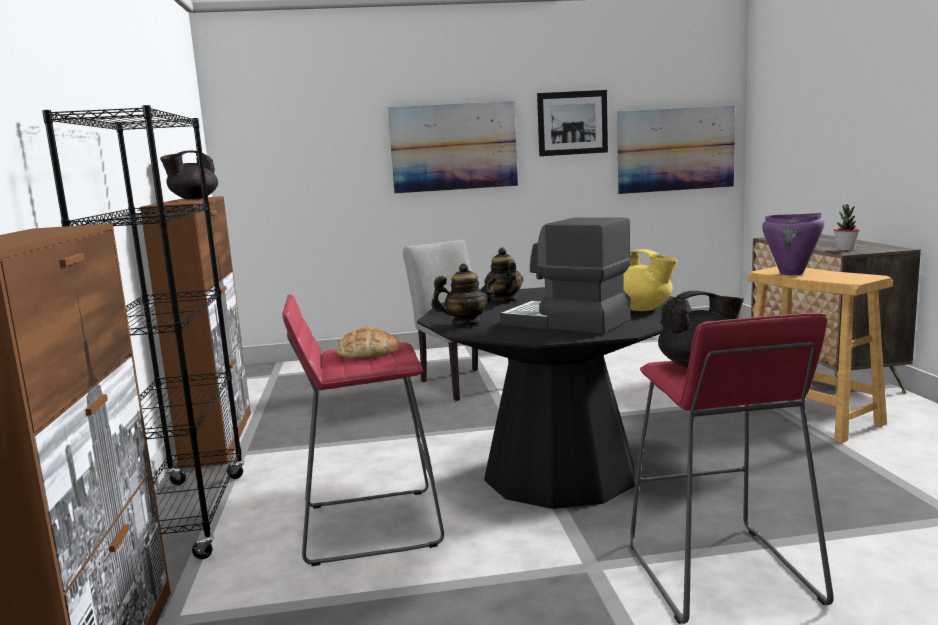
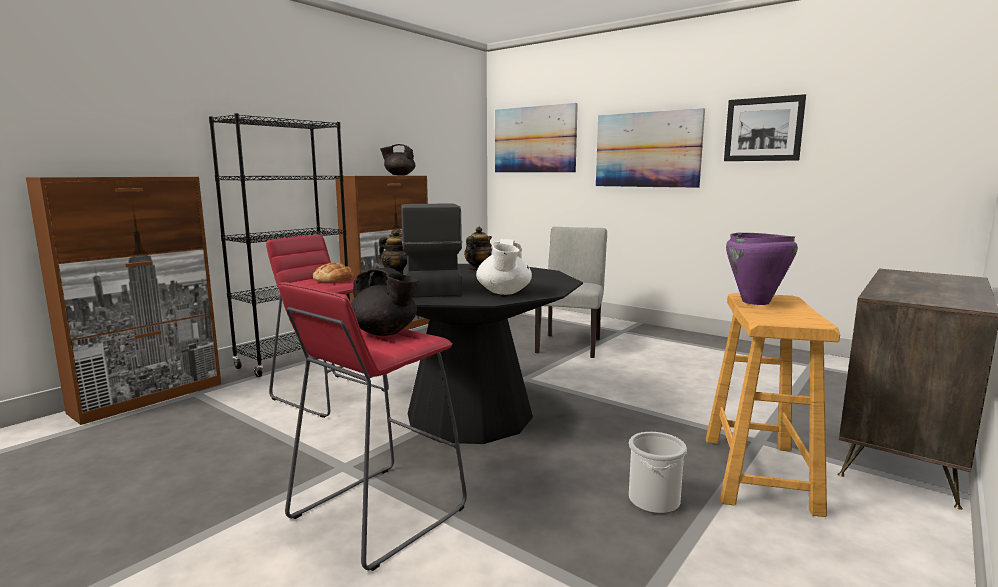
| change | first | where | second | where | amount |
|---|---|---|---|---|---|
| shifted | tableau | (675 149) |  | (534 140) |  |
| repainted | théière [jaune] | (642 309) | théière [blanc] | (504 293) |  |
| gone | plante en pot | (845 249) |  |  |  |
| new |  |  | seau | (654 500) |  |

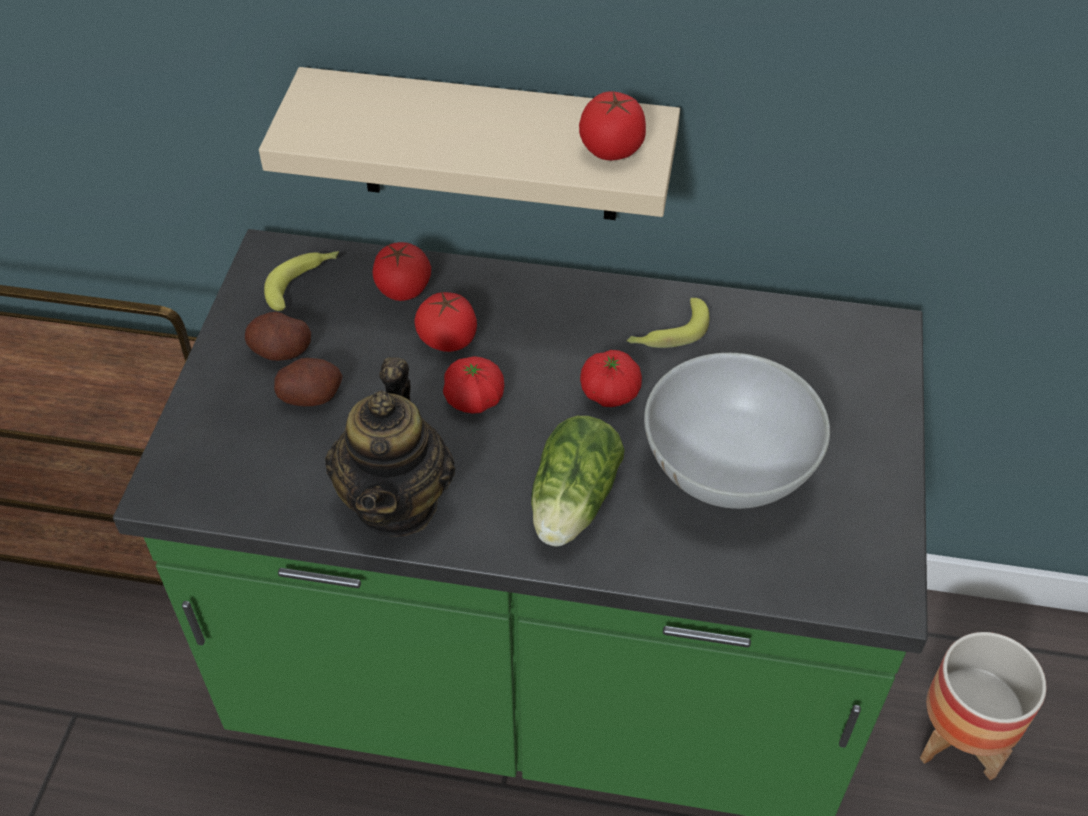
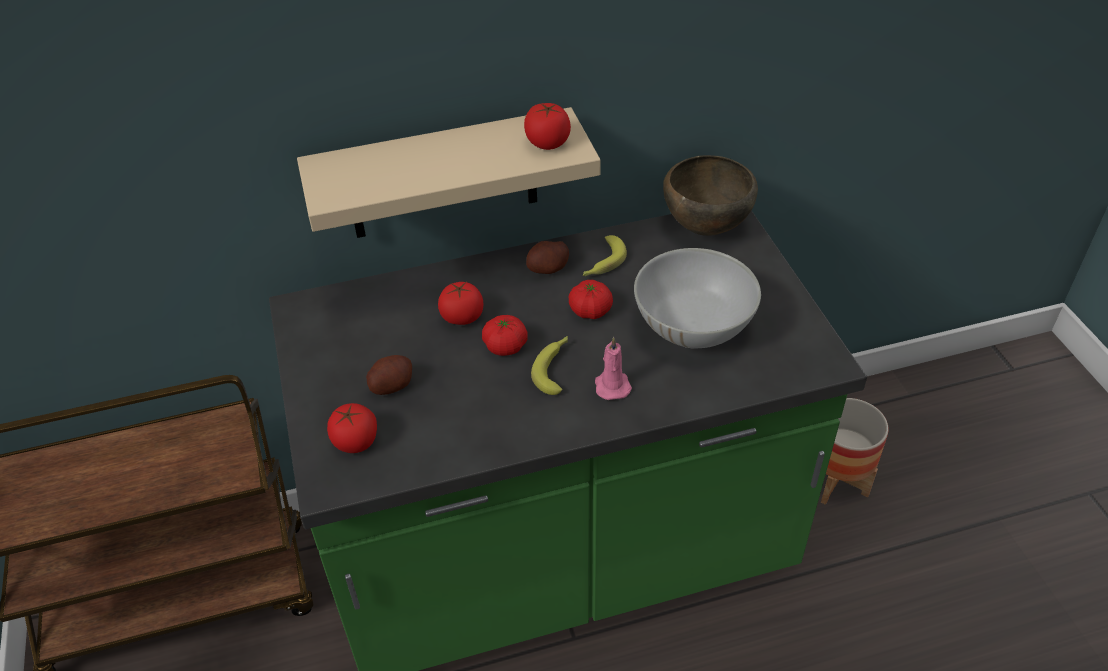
| change | first | where | second | where | amount |
|---|---|---|---|---|---|
| shifted | pomme de terre | (281 351) |  | (548 268) |  |
| shifted | banane | (303 283) |  | (555 368) |  |
| gone | théière | (397 502) |  |  |  |
| shifted | tomate | (403 289) |  | (355 441) |  |
| swapped | laitue | (571 505) | bougie [rose] | (612 385) |  |
| new |  |  | bol [marron] | (704 229) |  |

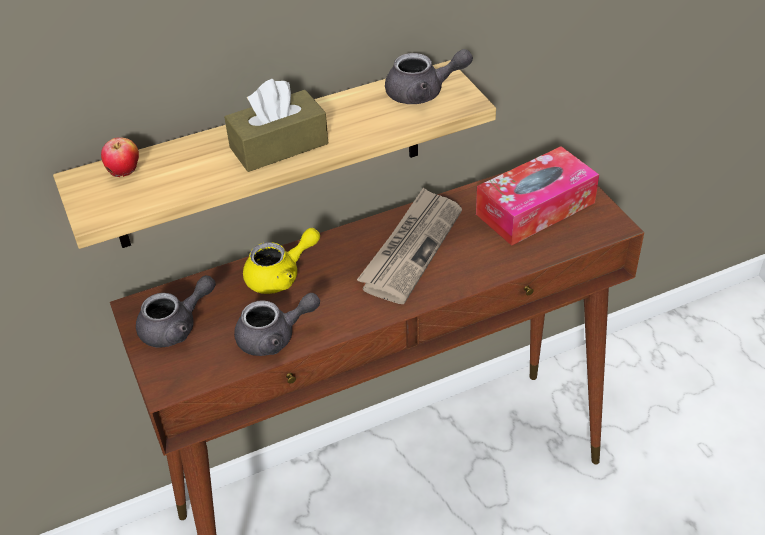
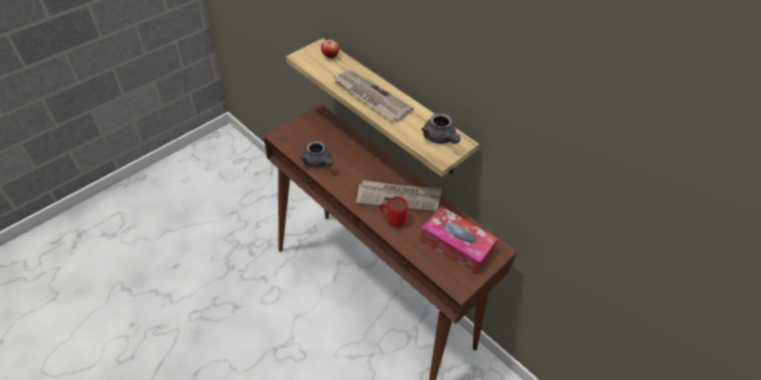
| change | first | where | second | where | amount |
|---|---|---|---|---|---|
| gone | théière [gris] | (176 327) |  |  |  |
| swapped | boîte à mouchoirs [marron] | (279 145) | journal | (370 97) |  |
| gone | théière [jaune] | (280 276) |  |  |  |
| new |  |  | mug [rouge] | (392 220) |  |

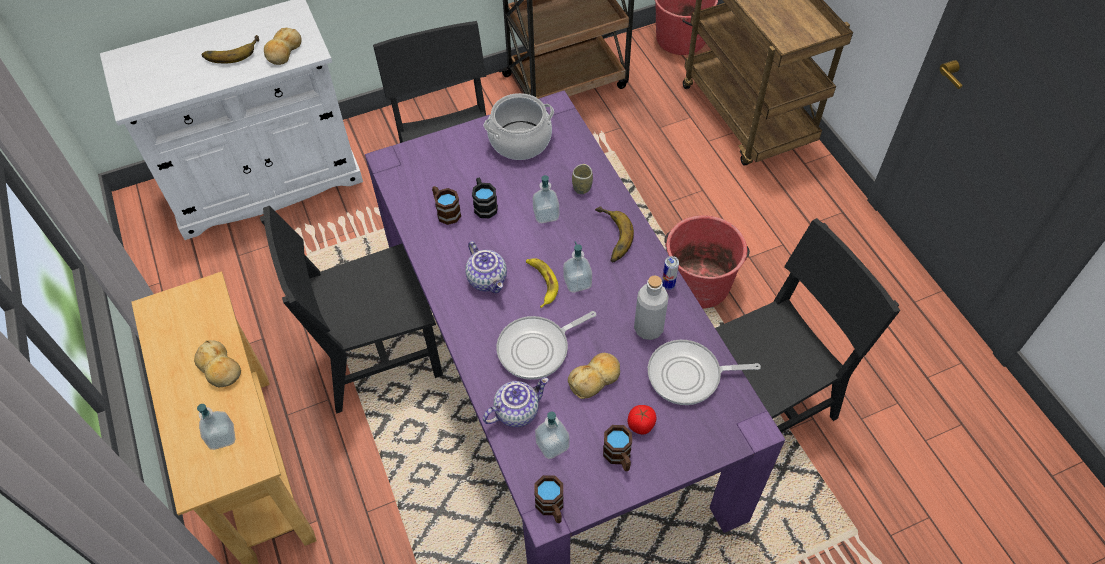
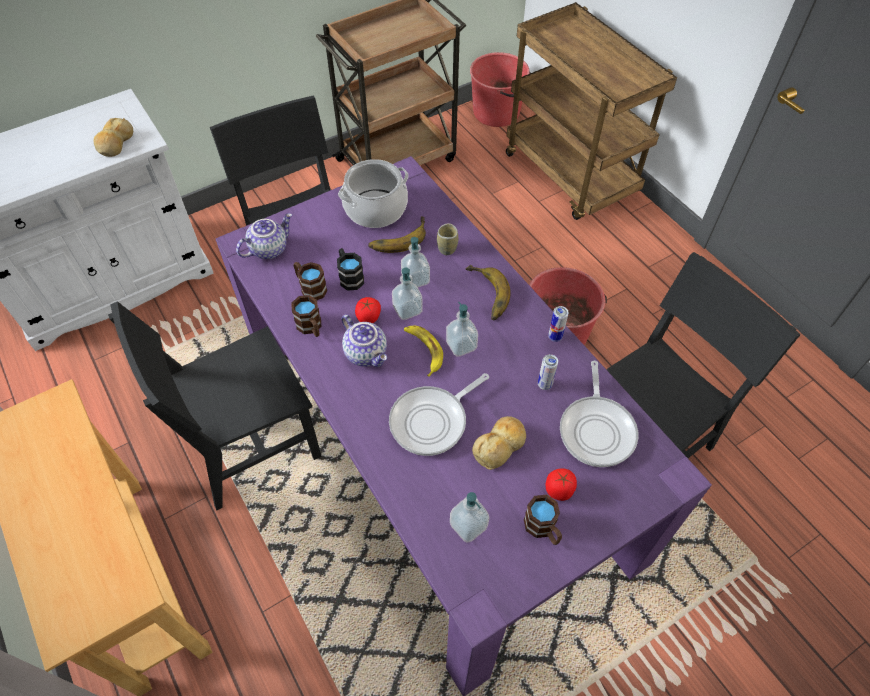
| change | first | where | second | where | amount |
|---|---|---|---|---|---|
| gone | pain | (219 369) |  |  |  |
| shifted | distributeur de savon | (222 437) |  | (407 309) |  |
| shifted | banane | (231 51) |  | (397 237) |  |
| shifted | théière | (516 411) |  | (268 249) |  |
| shifted | mug [marron] | (551 507) |  | (311 328) |  |
| swapped | bouteille [gris] | (648 328) | boîte métallique | (544 384) |  |
| rotated | poêle | (688 375) |  | (597 429) | 75 degrees counterclockwise |
| new |  |  | tomate | (368 317) |  |

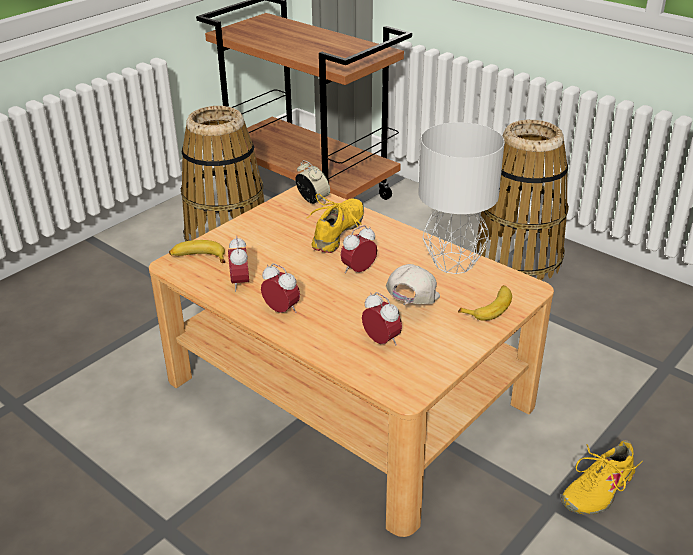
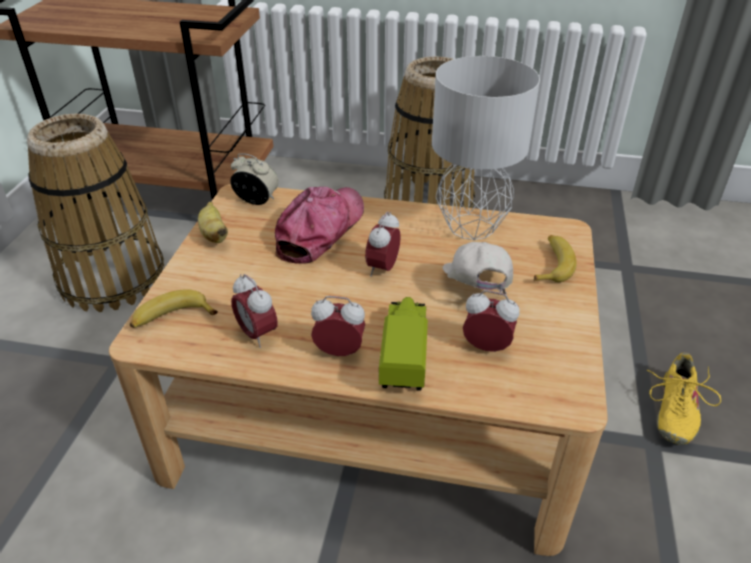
| change | first | where | second | where | amount |
|---|---|---|---|---|---|
| swapped | chaussure [jaune] | (338 233) | casquette | (320 230) |  |
| new |  |  | banane | (214 235) |  |
| new |  |  | camion jouet | (404 355) |  |

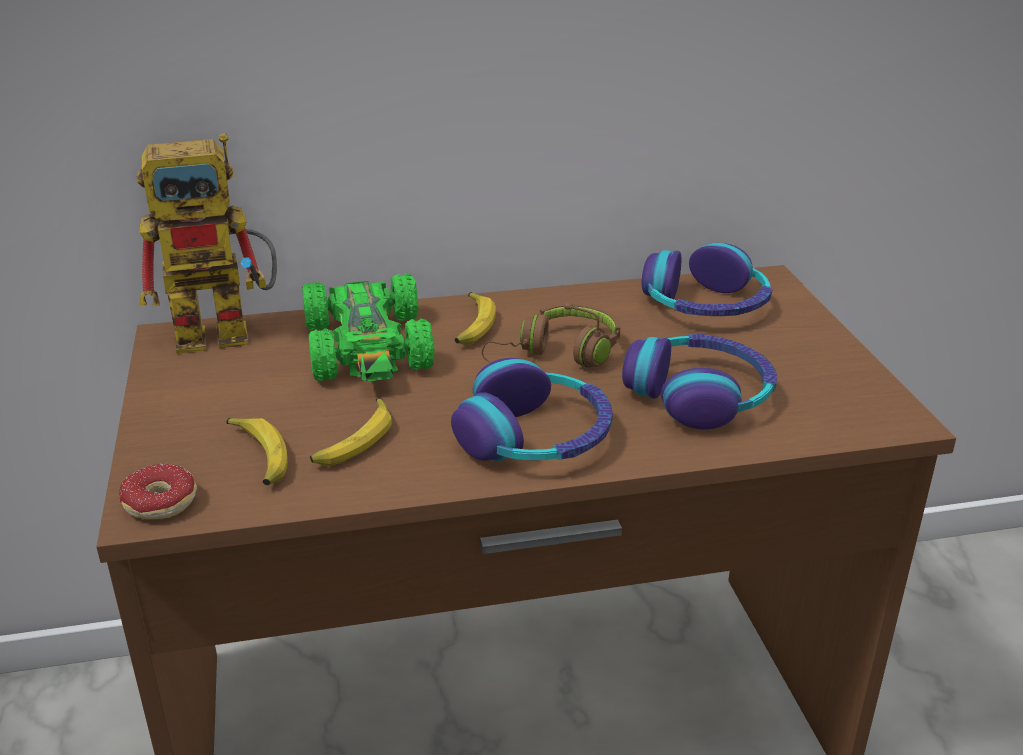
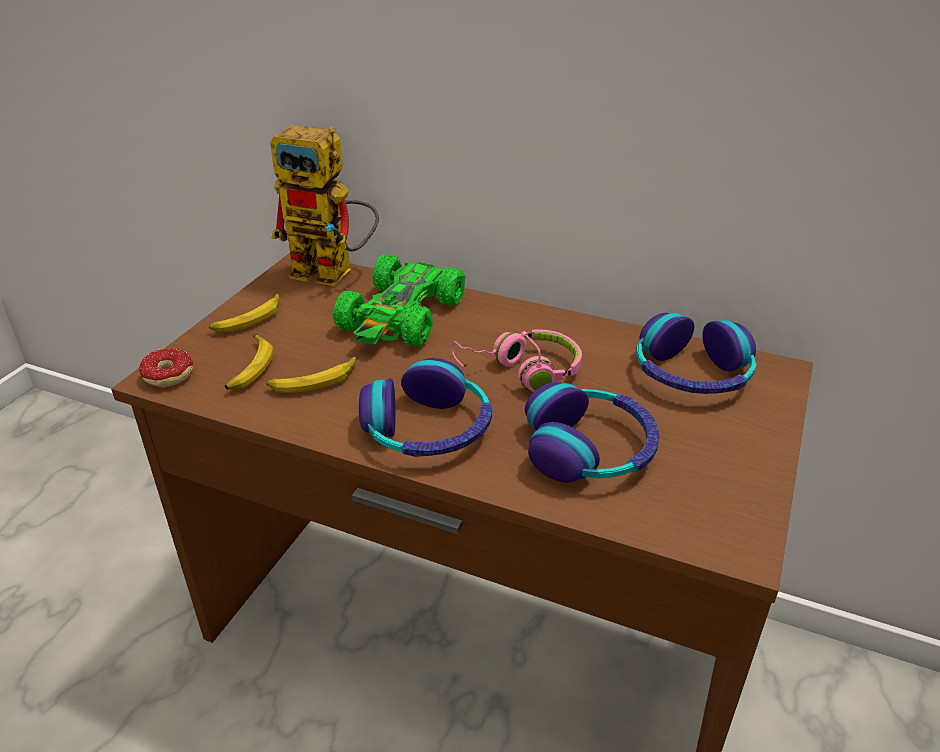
| change | first | where | second | where | amount |
|---|---|---|---|---|---|
| shifted | banane | (472 326) |  | (249 319) |  |
| repainted | casque audio [marron] | (558 355) | casque audio [rose] | (521 371) |  |

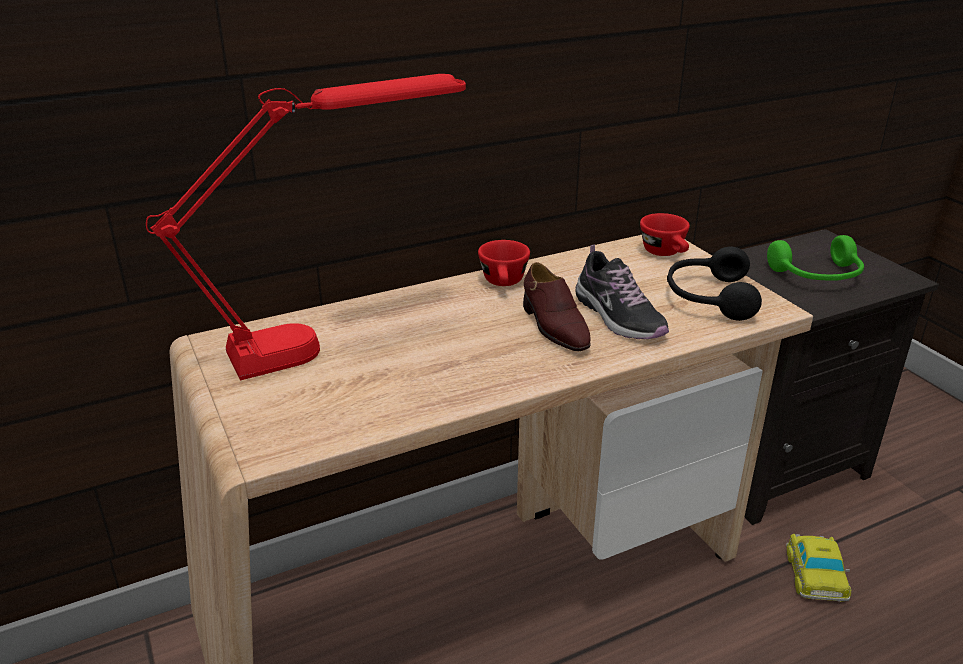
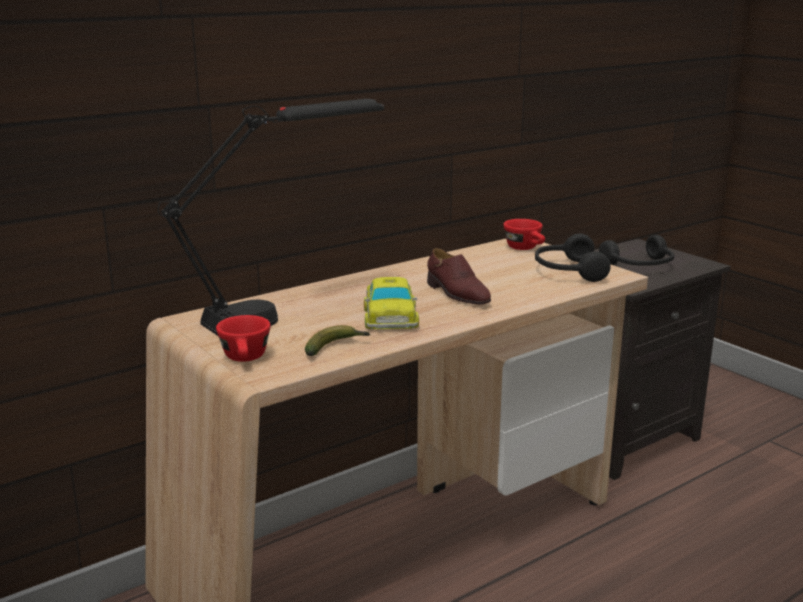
| change | first | where | second | where | amount |
|---|---|---|---|---|---|
| repainted | lampe de table [rouge] | (332 341) | lampe de table [noir] | (285 312) |  |
| shifted | tasse [rouge] | (504 283) |  | (246 359) |  |
| gone | chaussure | (618 316) |  |  |  |
| repainted | casque audio [vert] | (818 276) | casque audio [noir] | (640 266) |  |
| shifted | petite voiture | (815 573) |  | (390 316) |  |
| new |  |  | banane | (336 347) |  |

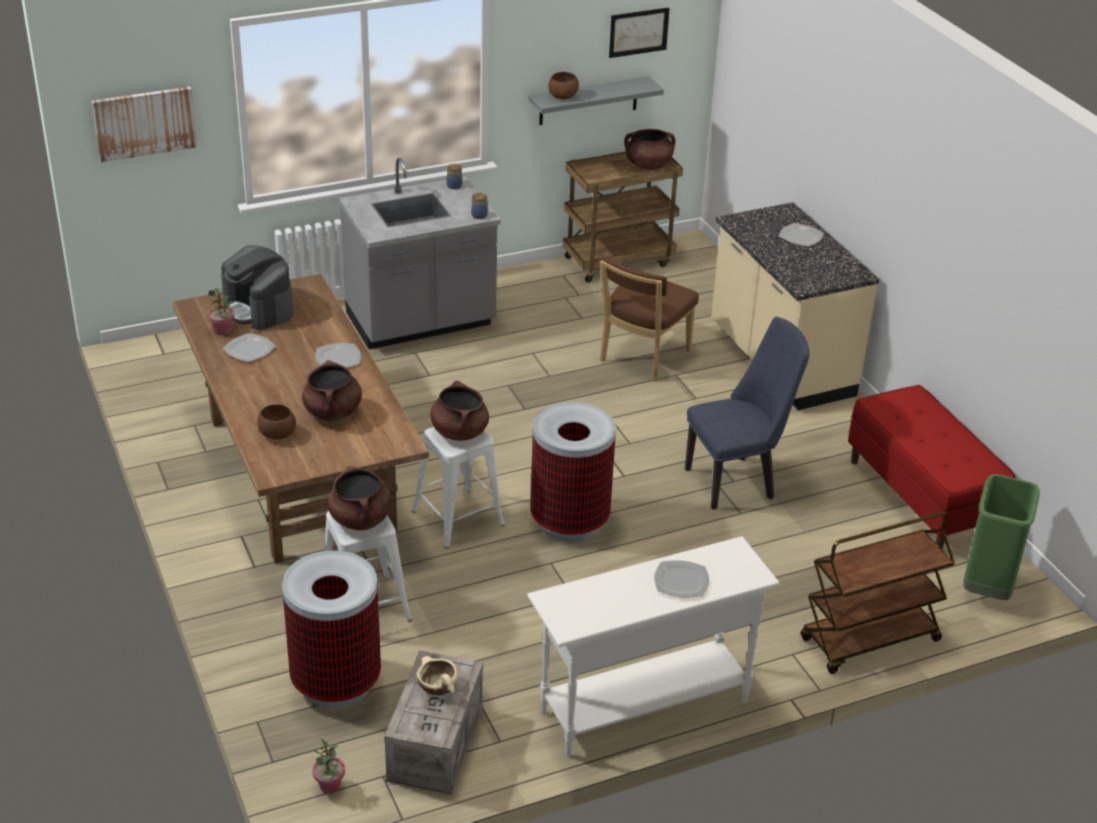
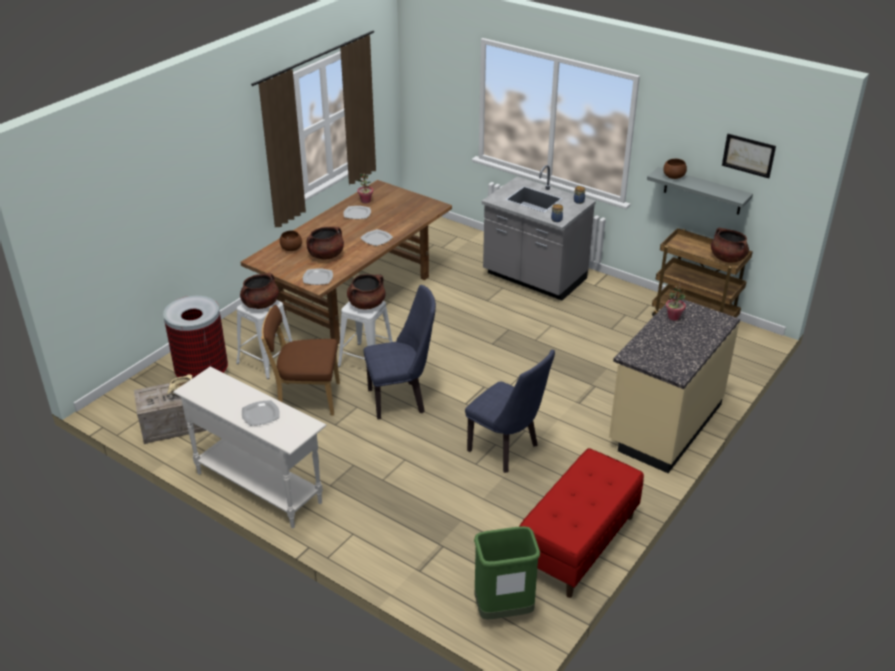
| change | first | where | second | where | amount |
|---|---|---|---|---|---|
| gone | tableau | (144 123) |  |  |  |
| gone | machine à café | (259 309) |  |  |  |
| shifted | plante en pot | (329 786) |  | (673 317) |  |
| swapped | poubelle | (570 521) | chaise [bleu] | (401 399) |  |
| shifted | chaise [marron] | (642 357) |  | (306 398) |  |
| shifted | assiette | (800 236) |  | (318 278) |  |
| gone | chariot [marron] | (869 641) |  |  |  |

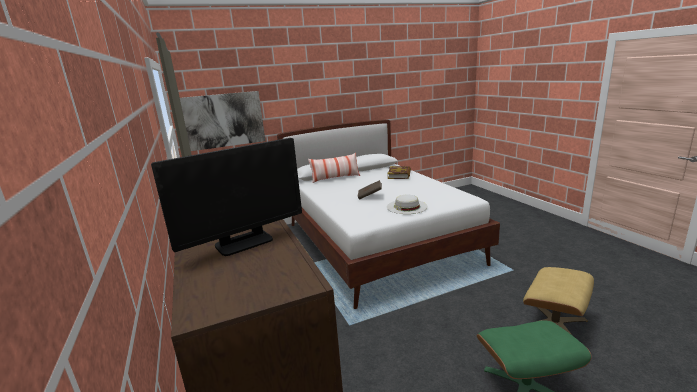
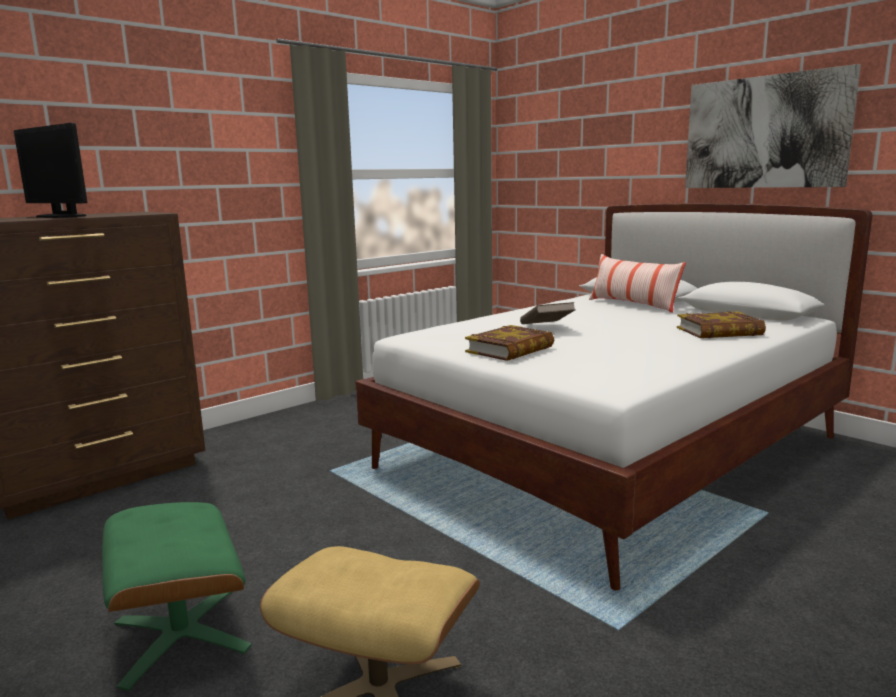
| change | first | where | second | where | amount |
|---|---|---|---|---|---|
| shifted | tableau | (223 120) |  | (764 132) |  |
| swapped | chapeau [blanc] | (407 206) | livre | (510 349) |  |

